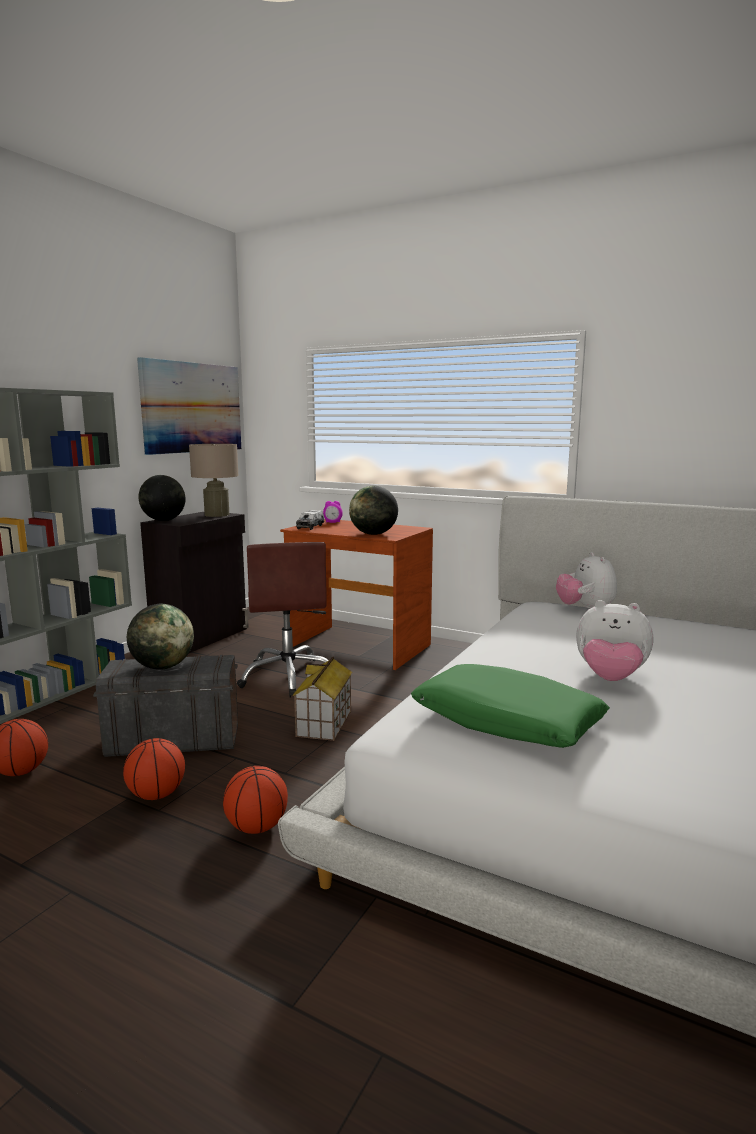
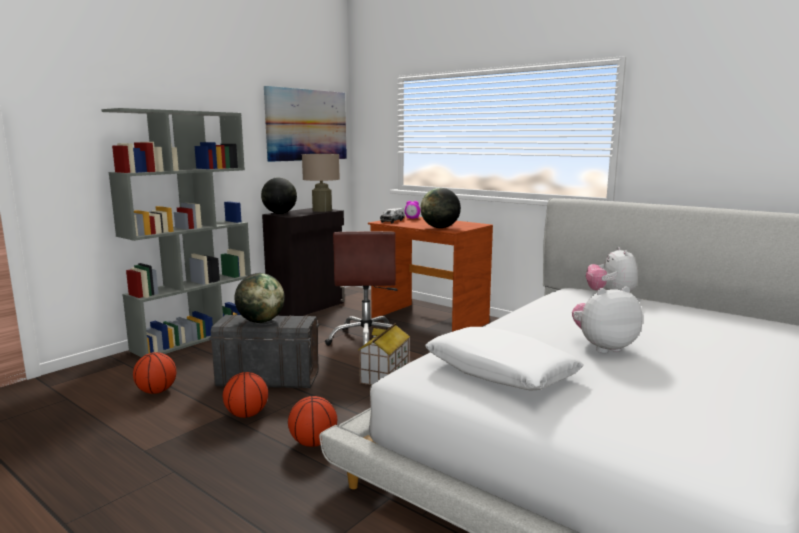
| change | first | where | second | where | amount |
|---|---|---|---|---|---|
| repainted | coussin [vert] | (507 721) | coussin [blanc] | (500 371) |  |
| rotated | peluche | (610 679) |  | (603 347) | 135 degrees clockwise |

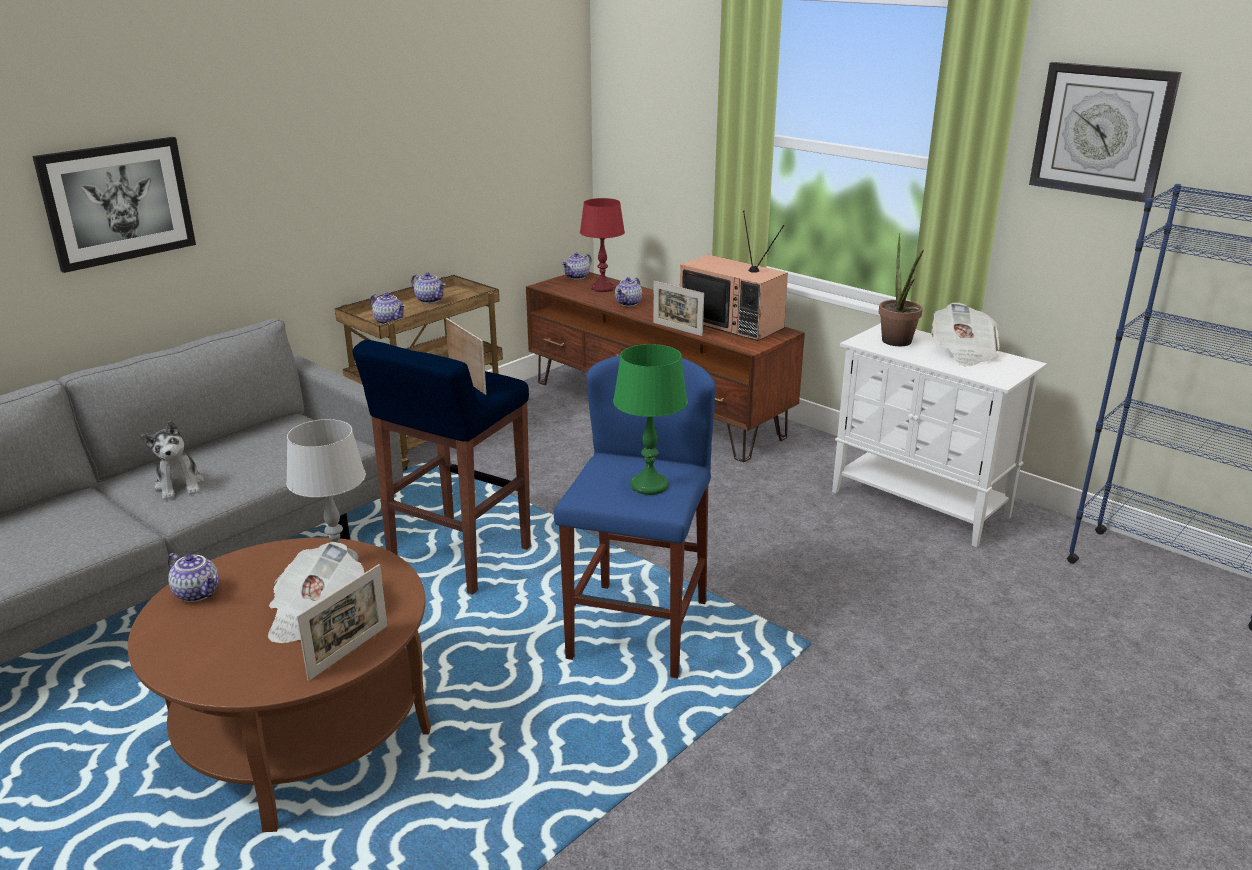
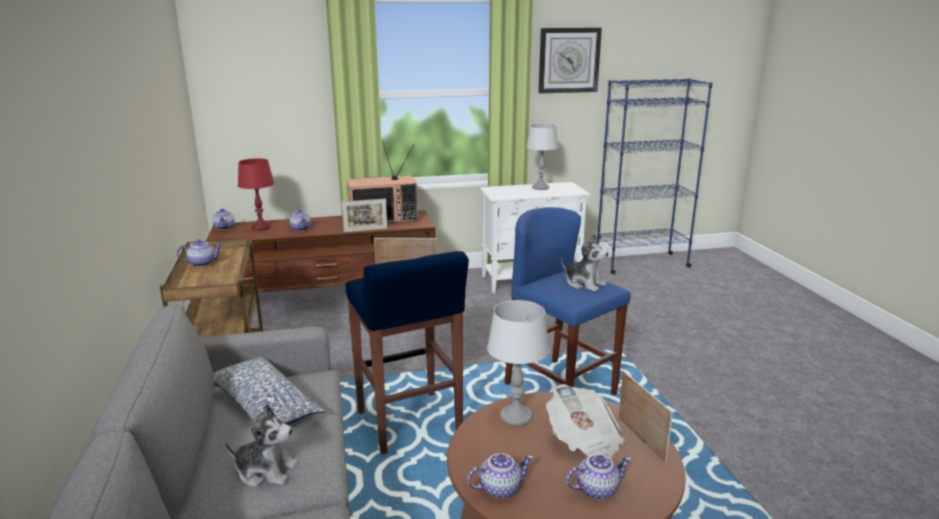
| change | first | where | second | where | amount |
|---|---|---|---|---|---|
| gone | tableau | (117 202) |  |  |  |
| shifted | théière | (390 321) |  | (597 489) |  |
| swapped | lampe de table [vert] | (649 485) | peluche | (584 283) |  |
| gone | plante en pot | (898 343) |  |  |  |
| swapped | journal | (963 353) | lampe de table [gris] | (540 187) |  |
| new |  |  | coussin | (263 406) |  |

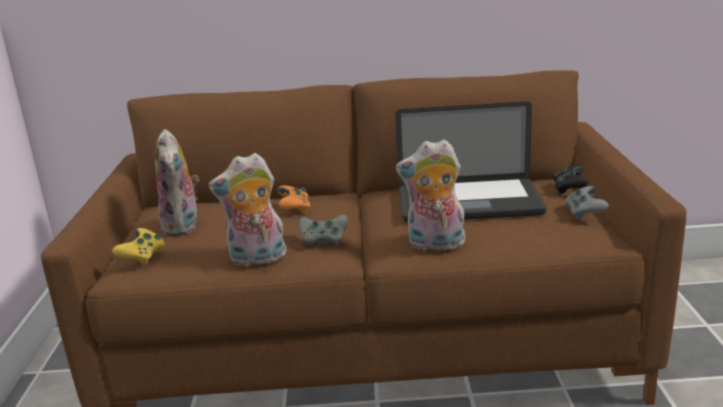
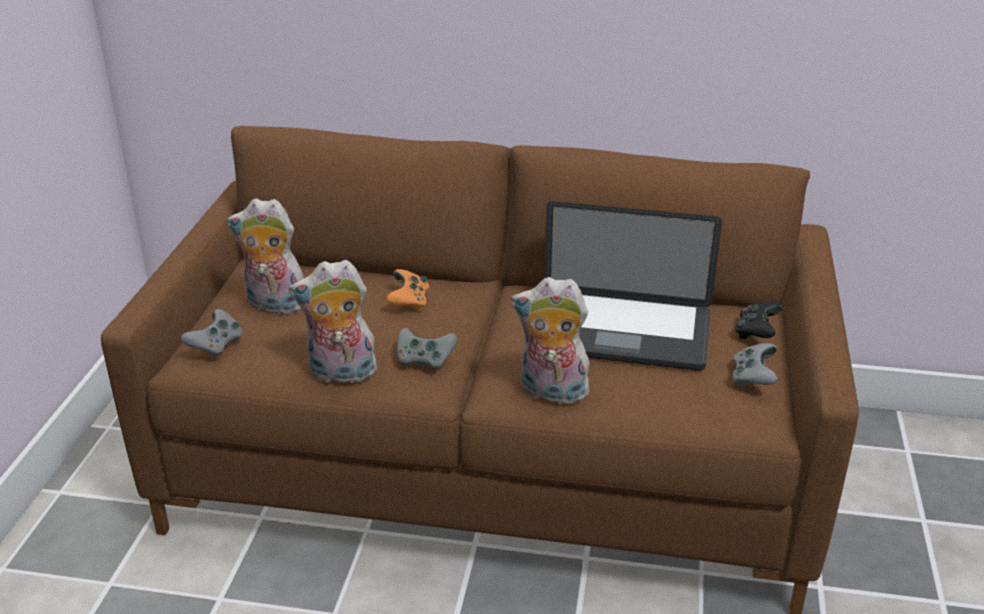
| change | first | where | second | where | amount |
|---|---|---|---|---|---|
| repainted | manette [jaune] | (143 257) | manette [gris] | (216 346) |  |
| rotated | peluche | (183 226) |  | (274 306) | 105 degrees clockwise |

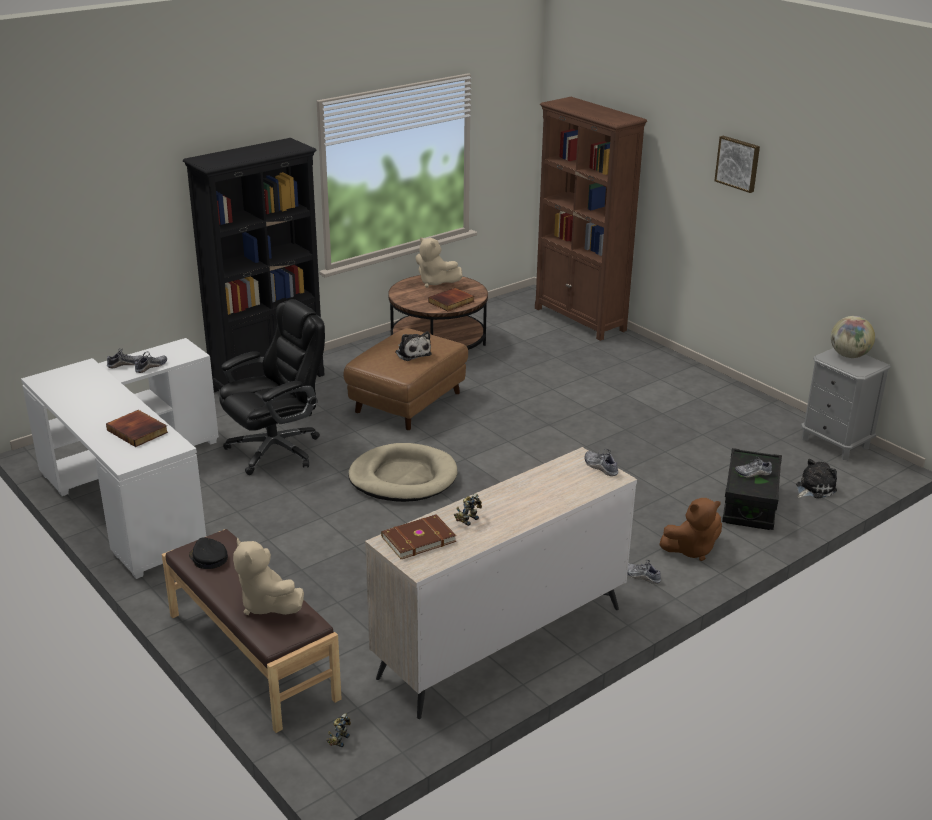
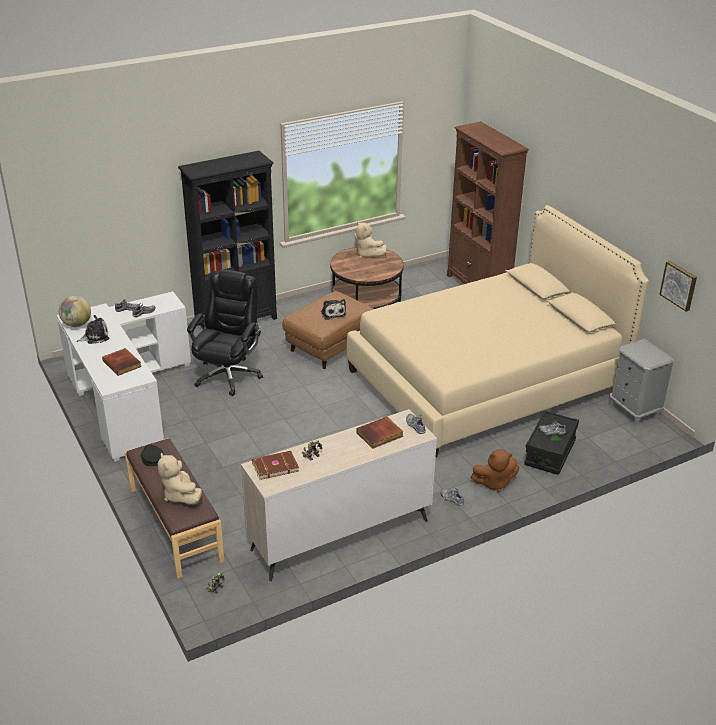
| change | first | where | second | where | amount |
|---|---|---|---|---|---|
| rotated | chaise de bureau [noir] | (276 449) |  | (228 375) | 45 degrees counterclockwise |
| gone | panier pour chien [beige] | (403 477) |  |  |  |
| shifted | livre | (451 302) |  | (380 435) |  |
| shifted | tableau | (738 163) |  | (679 285) |  |
| shifted | peluche | (813 488) |  | (95 336) |  |
| shifted | globe | (849 355) |  | (77 324) |  |
| new |  |  | lit [beige] | (486 381) |  |

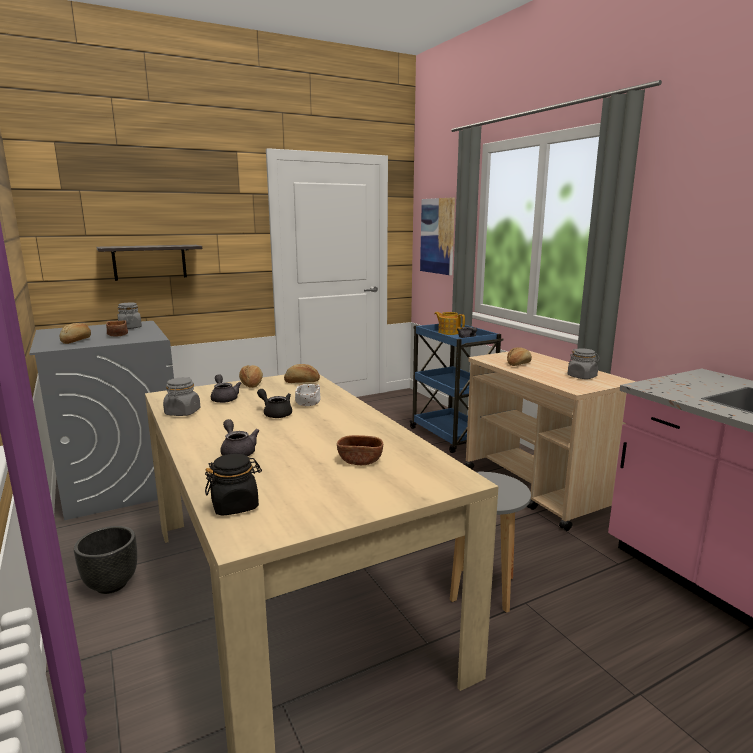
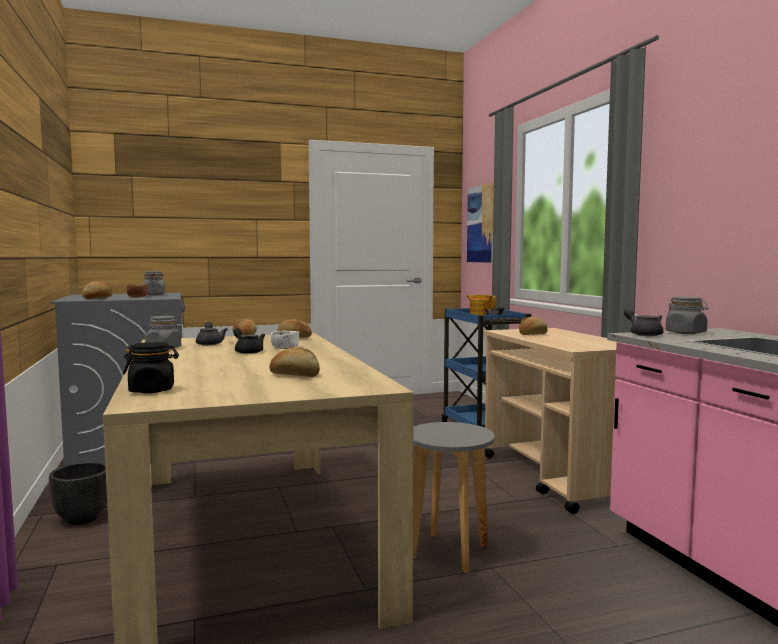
| change | first | where | second | where | amount |
|---|---|---|---|---|---|
| gone | étagère | (149 262) |  |  |  |
| shifted | théière [gris] | (237 451) |  | (643 334) |  |
| swapped | bol [marron] | (360 461) | pain | (295 375) |  |
| shifted | bocal [gris] | (582 377) |  | (686 333) |  |

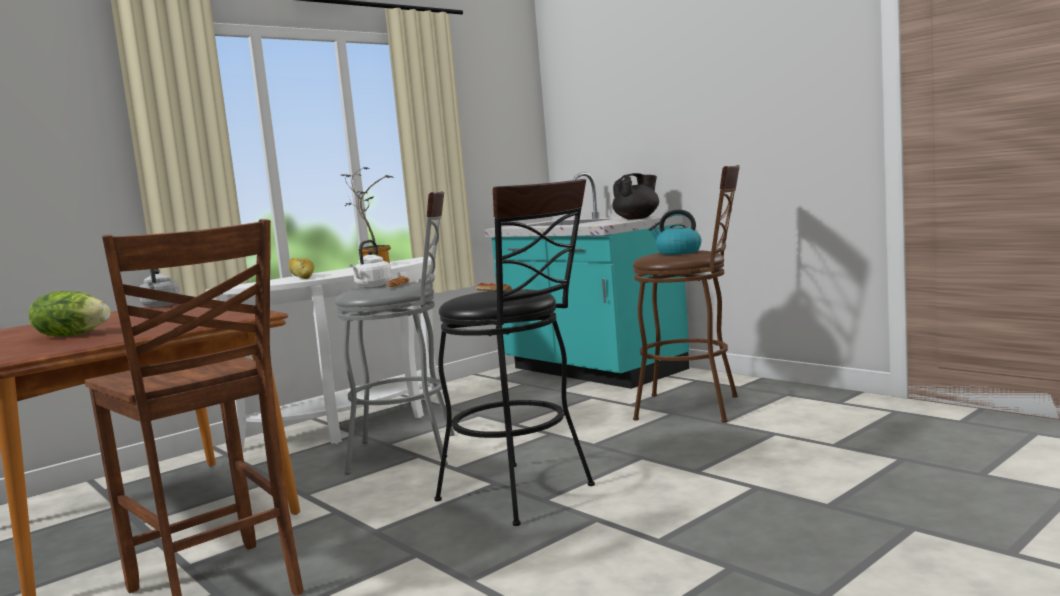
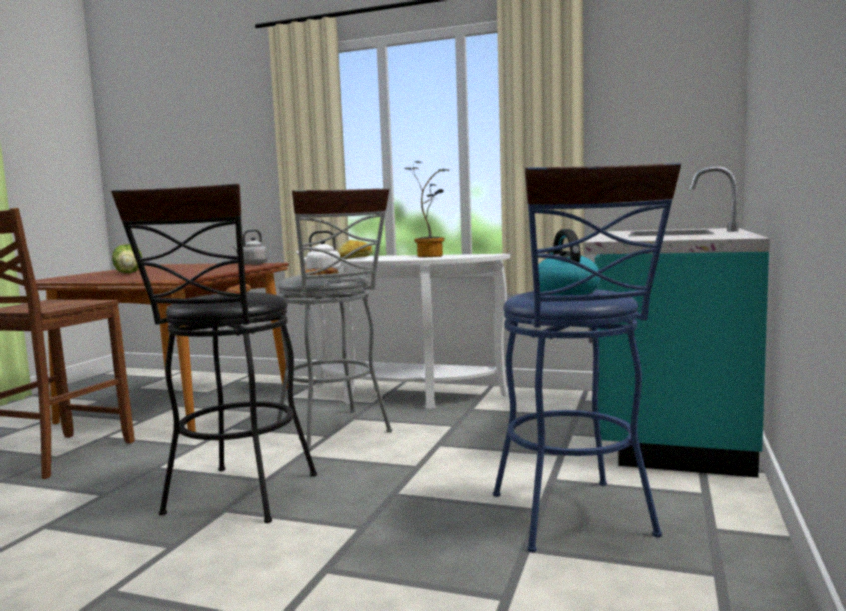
| change | first | where | second | where | amount |
|---|---|---|---|---|---|
| gone | théière [noir] | (637 218) |  |  |  |
| repainted | tabouret [marron] | (697 408) | tabouret [bleu] | (577 520) |  |

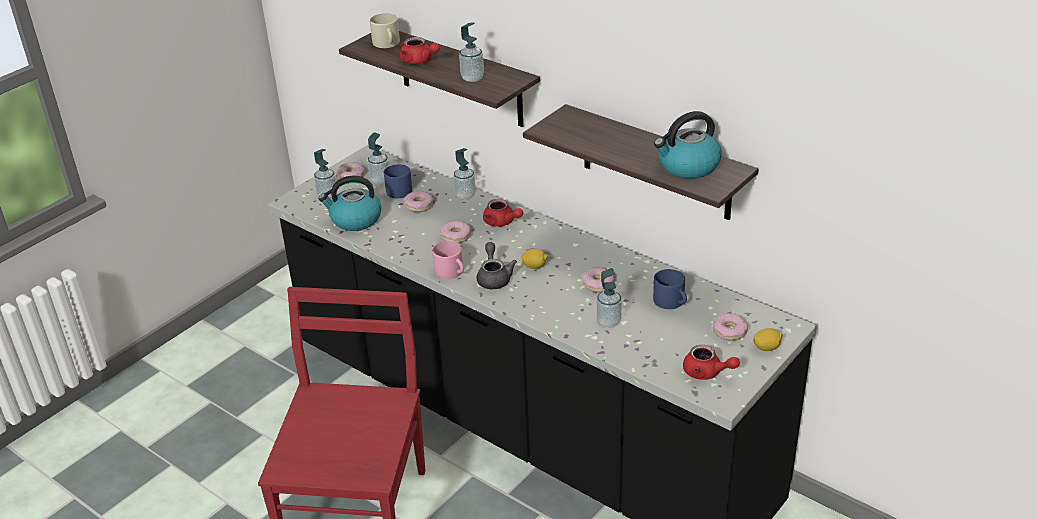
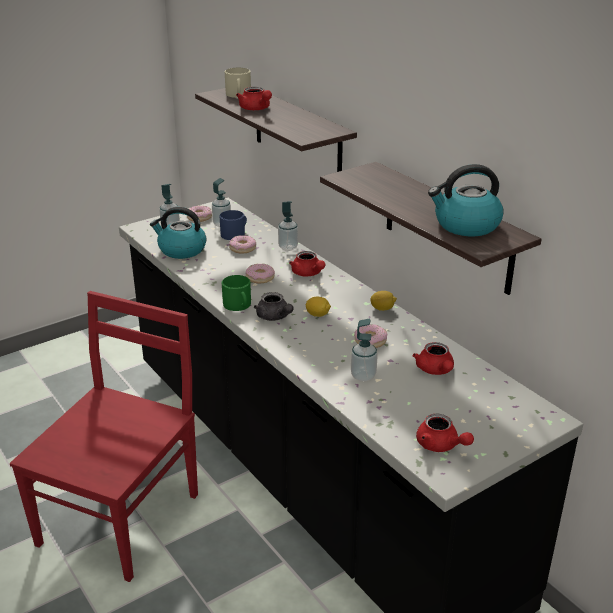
| change | first | where | second | where | amount |
|---|---|---|---|---|---|
| repainted | mug [rose] | (451 272) | mug [vert] | (238 305) |  |
| gone | distributeur de savon | (472 78) |  |  |  |
| rotated | théière [gris] | (494 278) |  | (274 317) | 135 degrees clockwise |
| swapped | mug [bleu] | (671 302) | théière [rouge] | (435 370) |  |
| gone | beignet | (730 331) |  |  |  |
| shifted | citron | (766 348) |  | (382 308) |  |

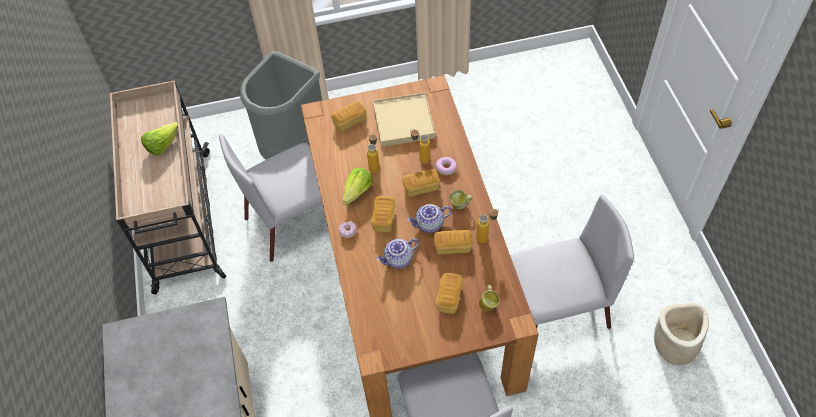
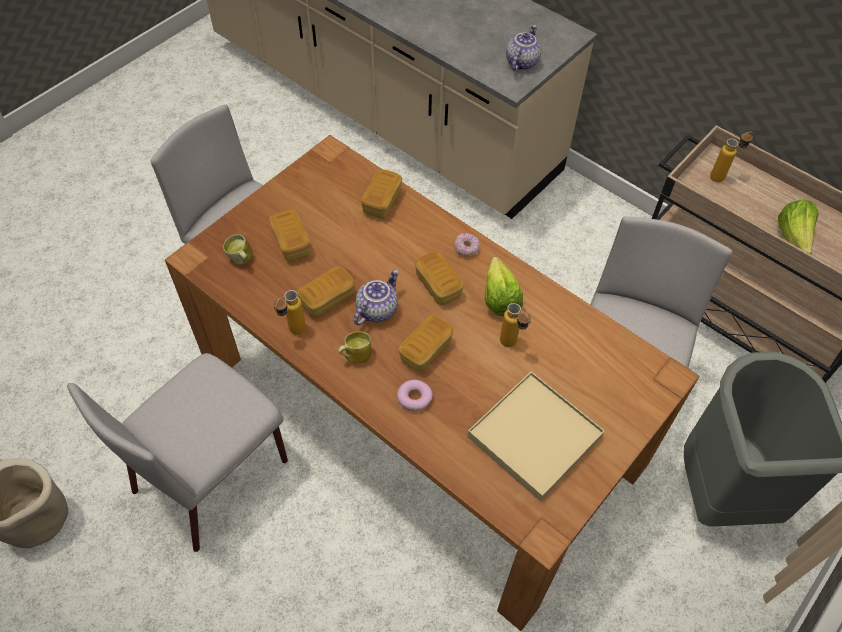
| change | first | where | second | where | amount |
|---|---|---|---|---|---|
| shifted | pain | (350 121) |  | (382 202) |  |
| shifted | théière | (398 260) |  | (521 62) |  |
| shifted | bouteille | (420 158) |  | (722 176) |  |

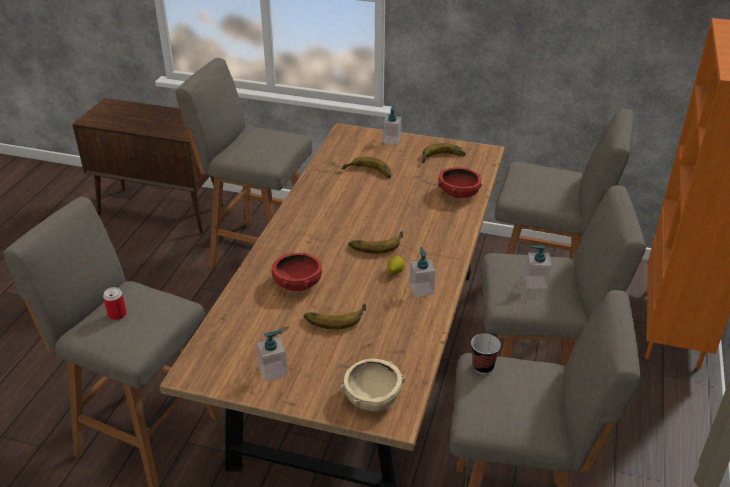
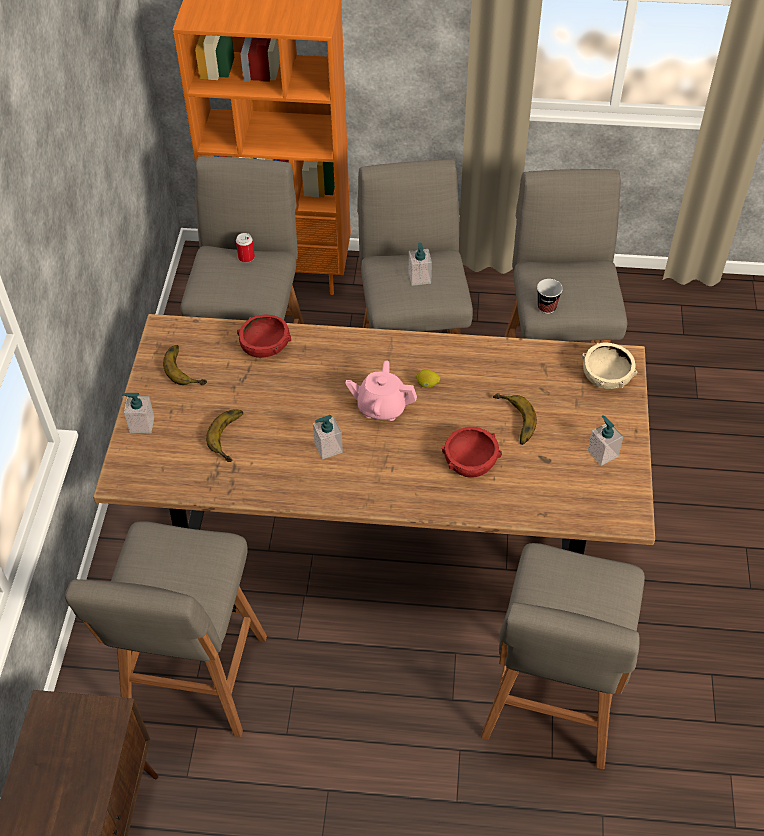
| change | first | where | second | where | amount |
|---|---|---|---|---|---|
| shifted | boîte métallique | (117 314) |  | (246 257) |  |
| swapped | banane | (375 243) | théière [rose] | (381 407) |  |
| shifted | distributeur de savon | (421 289) |  | (328 448) |  |

